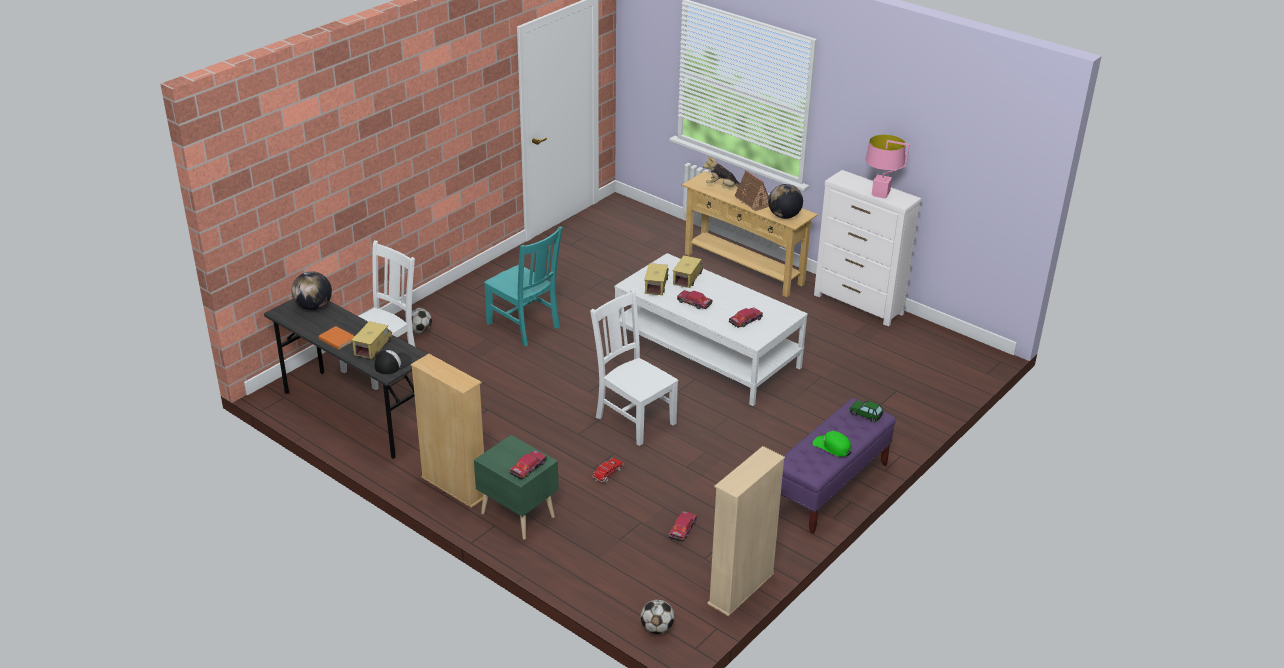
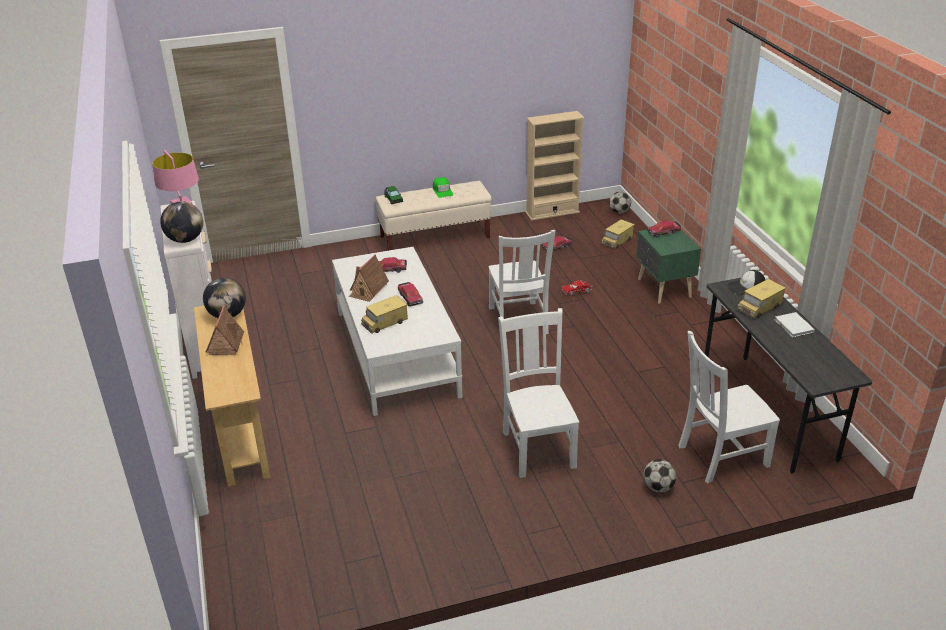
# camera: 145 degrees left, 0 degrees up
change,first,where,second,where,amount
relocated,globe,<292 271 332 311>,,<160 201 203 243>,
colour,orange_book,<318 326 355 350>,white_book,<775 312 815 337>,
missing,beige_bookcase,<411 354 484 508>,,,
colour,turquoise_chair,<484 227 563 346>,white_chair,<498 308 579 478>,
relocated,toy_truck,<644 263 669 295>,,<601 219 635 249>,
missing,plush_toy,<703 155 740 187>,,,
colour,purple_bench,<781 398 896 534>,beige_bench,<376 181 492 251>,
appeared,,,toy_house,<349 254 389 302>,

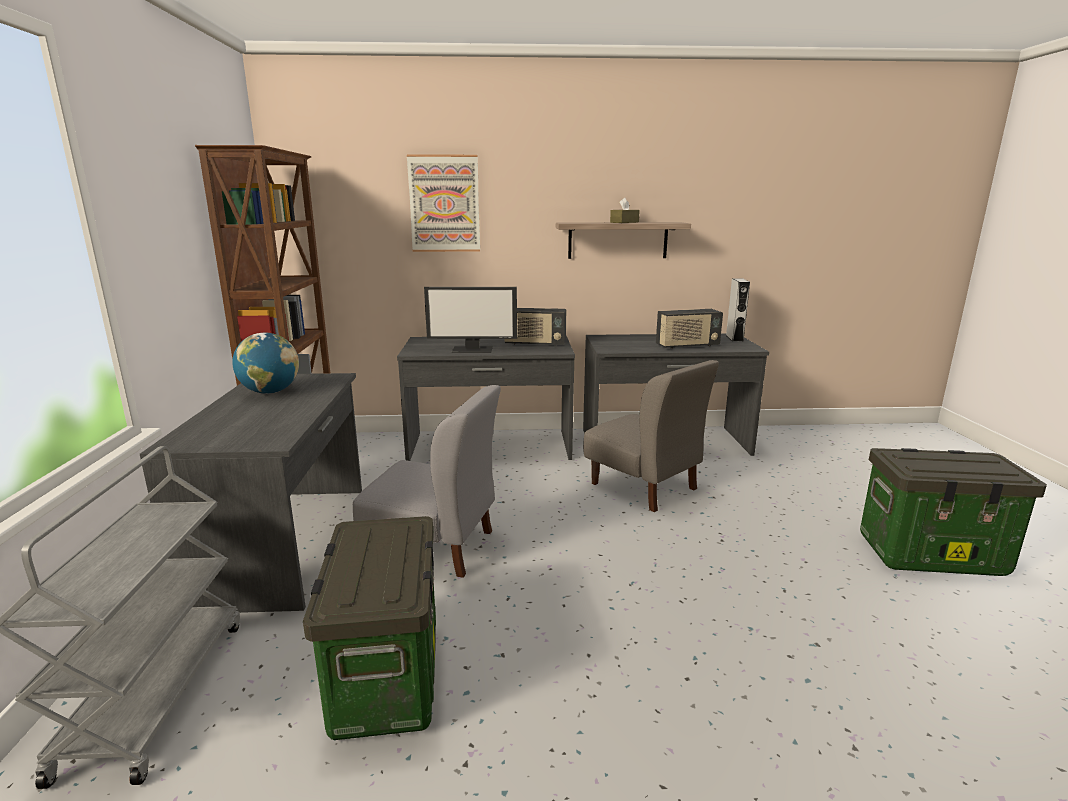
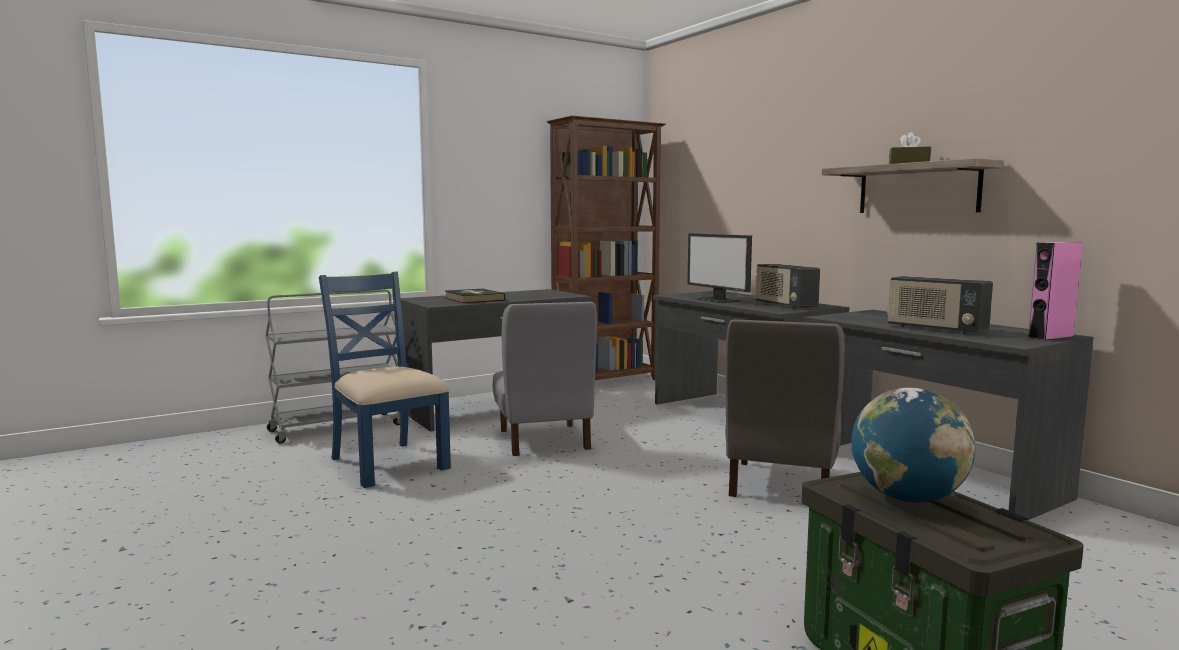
# camera: 60 degrees right, 10 degrees down
change,first,where,second,where,amount
relocated,globe,<232 333 299 394>,,<851 388 975 503>,
exchanged,storage_box,<303 516 436 740>,blue_chair,<319 272 451 488>,
missing,picture,<407 154 480 252>,,,
colour,grey_speaker,<726 278 750 342>,pink_speaker,<1027 242 1082 340>,
appeared,,,book,<445 289 505 303>,

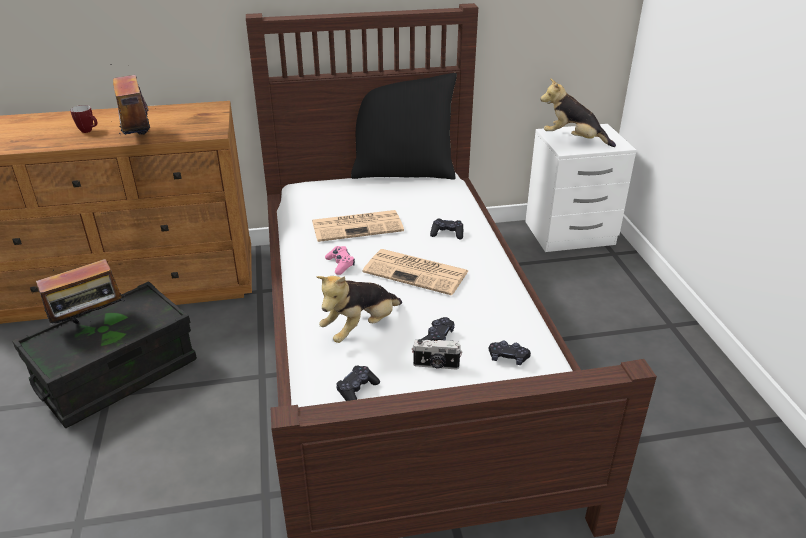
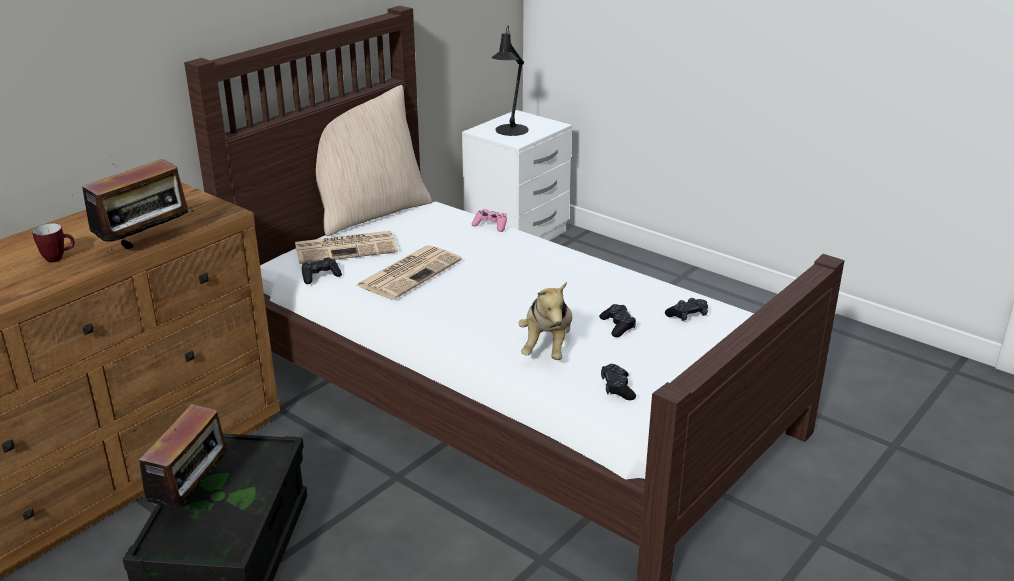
# camera: 40 degrees left, 5 degrees down
change,first,where,second,where,amount
spun,radio,<111 64 157 135>,,<82 159 193 251>,75 degrees counterclockwise
relocated,pink_game_controller,<325 246 355 275>,,<472 209 507 232>,
colour,black_pillow,<351 73 457 179>,beige_pillow,<294 85 432 236>,
relocated,newspaper,<363 249 468 295>,,<295 231 398 264>,
missing,photo_camera,<412 339 462 369>,,,
relocated,black_game_controller,<430 219 463 240>,,<302 257 342 284>,
exchanged,plush_toy,<540 78 616 147>,black_table_lamp,<491 26 529 136>,

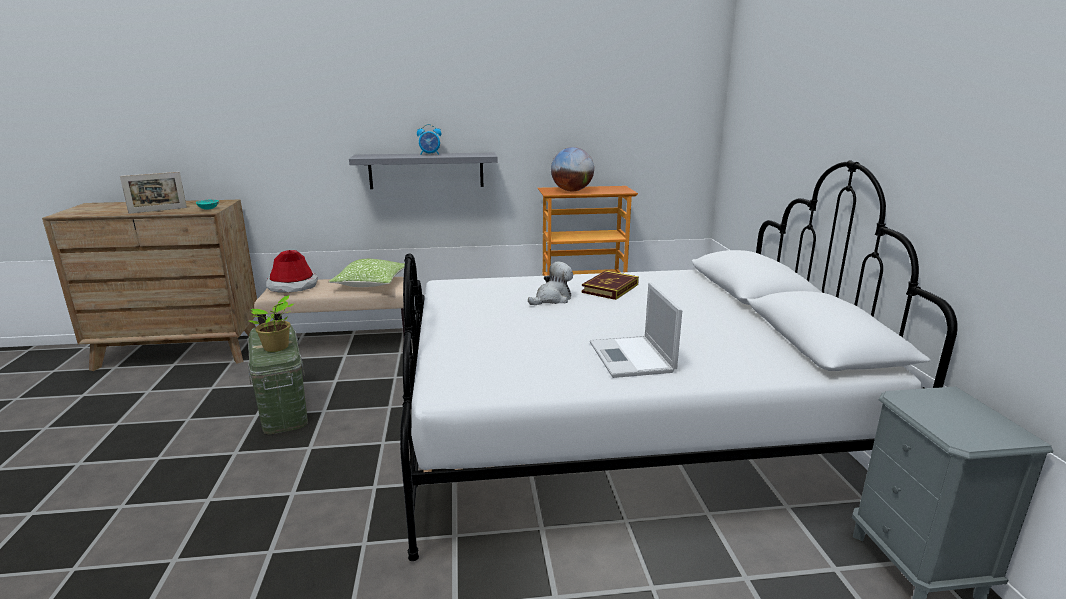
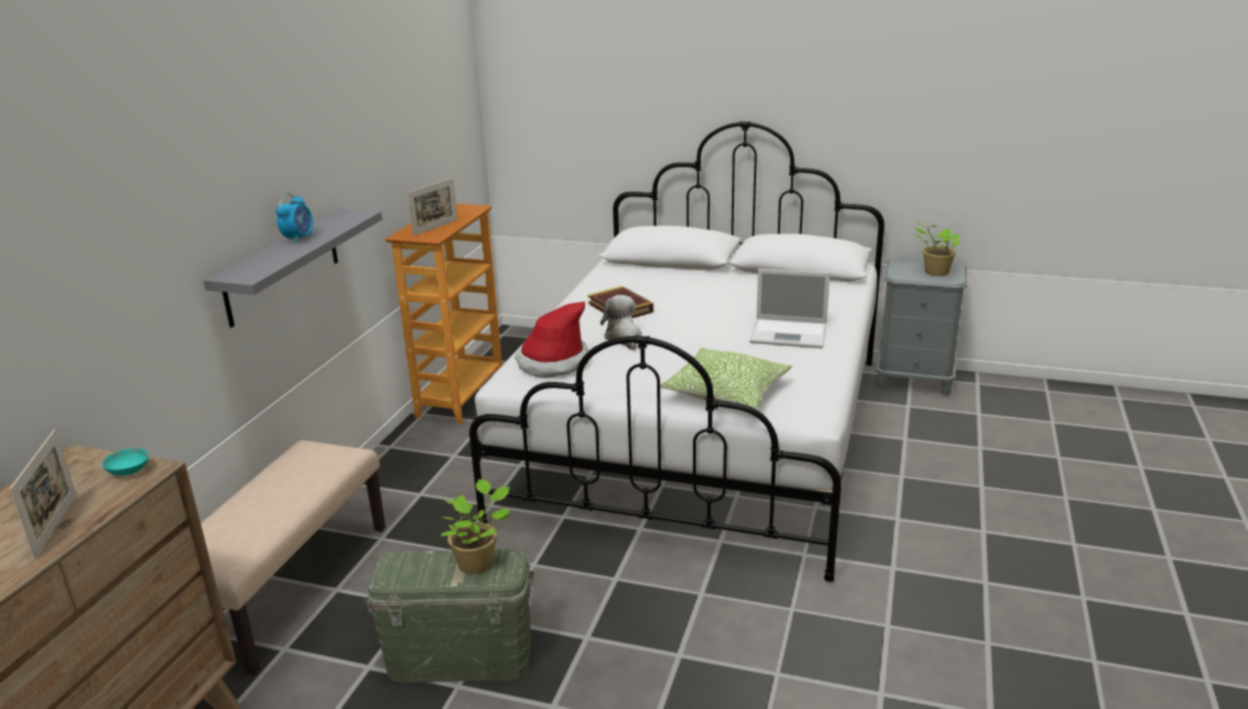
# camera: 65 degrees left, 5 degrees up
change,first,where,second,where,amount
relocated,hat,<266 250 318 292>,,<514 302 589 378>,
relocated,pillow,<329 259 405 287>,,<660 348 792 409>,
exchanged,globe,<551 147 594 191>,picture_frame,<408 178 458 236>,
appeared,,,potted_plant,<914 221 960 276>,

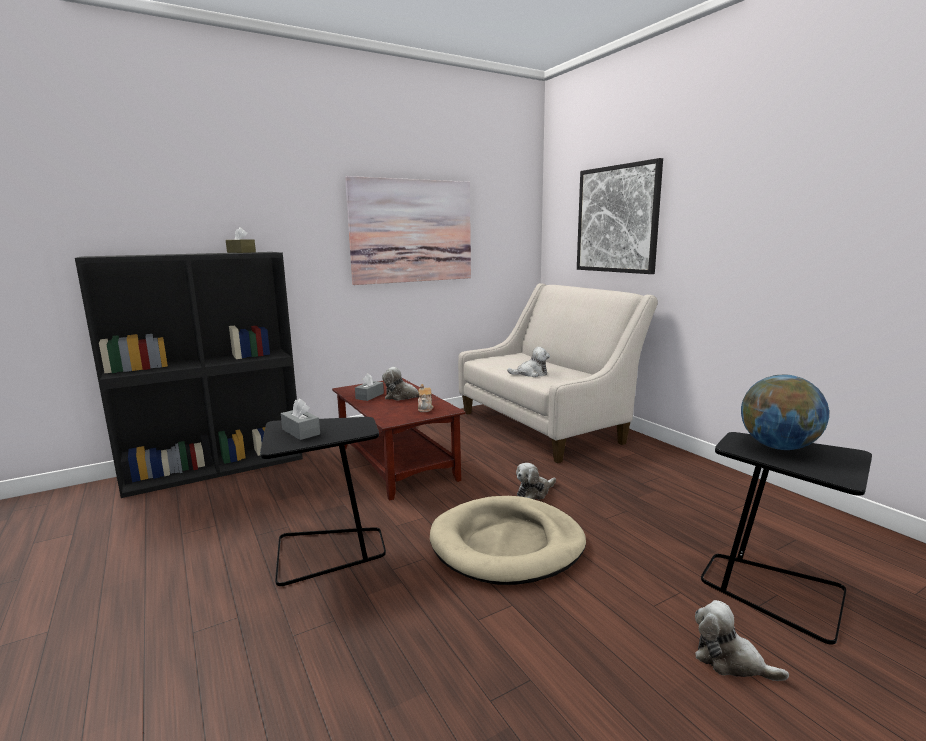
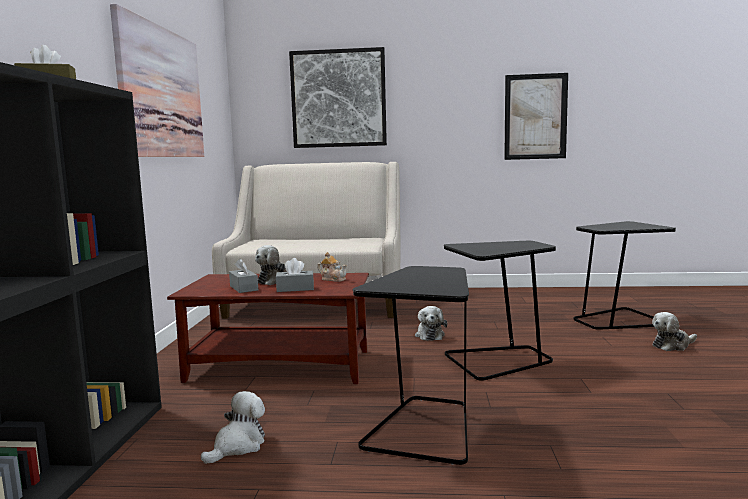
# camera: 55 degrees left, 5 degrees down
change,first,where,second,where,amount
relocated,grey_tissue_box,<281 398 320 440>,,<276 258 314 292>,
exchanged,beige_dog_bed,<430 496 586 585>,black_side_table,<444 241 556 381>,
relocated,plush_toy,<507 347 550 377>,,<201 391 265 464>,
missing,globe,<741 375 829 450>,,,
appeared,,,picture,<504 73 568 160>,

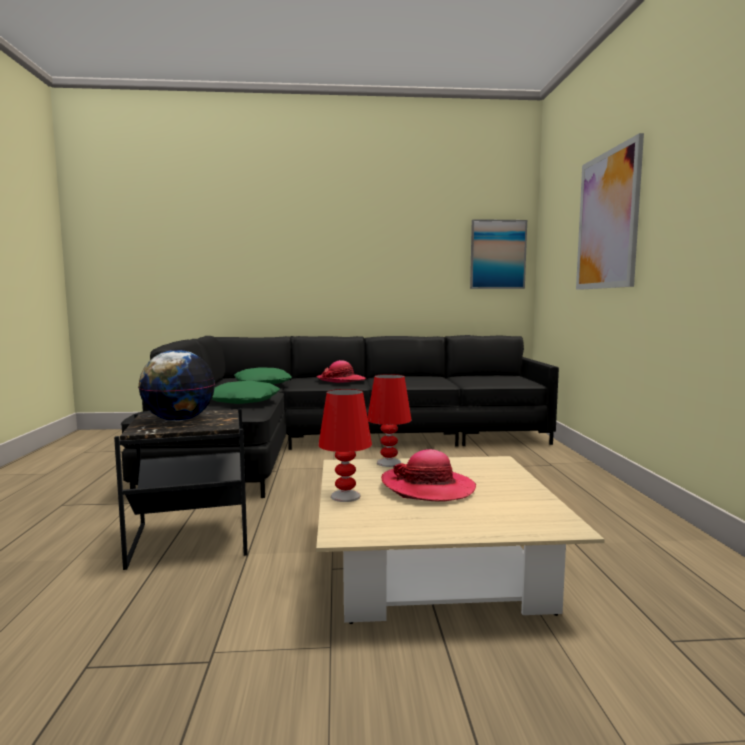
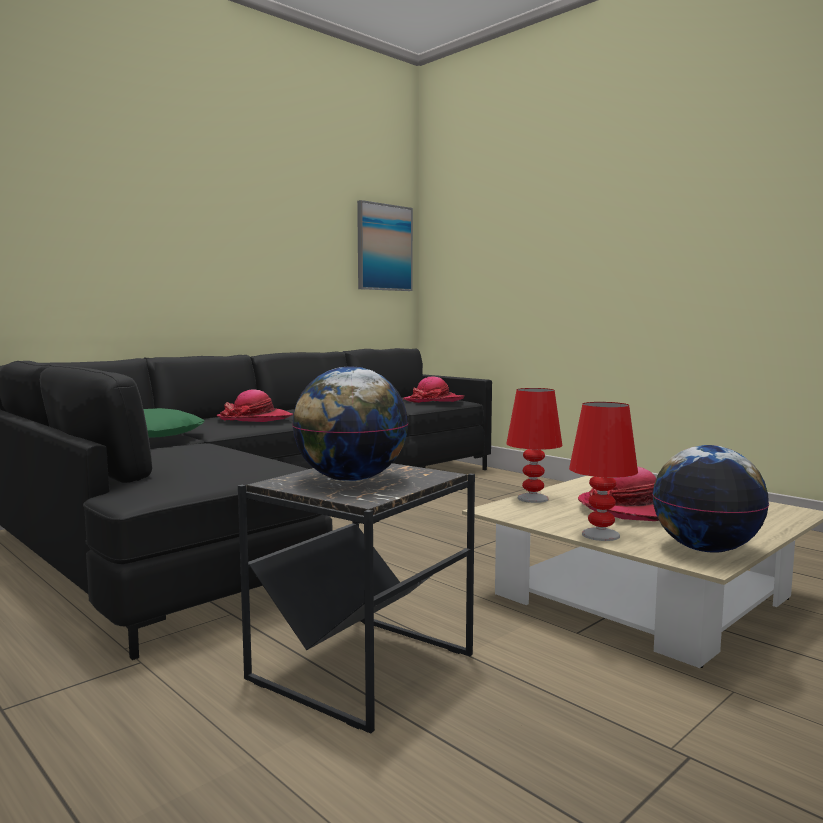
# camera: 40 degrees left, 0 degrees up
change,first,where,second,where,amount
missing,green_pillow,<212 381 280 404>,,,
missing,picture,<576 133 644 290>,,,
appeared,,,hat,<403 377 465 403>,
appeared,,,globe,<652 445 769 553>,

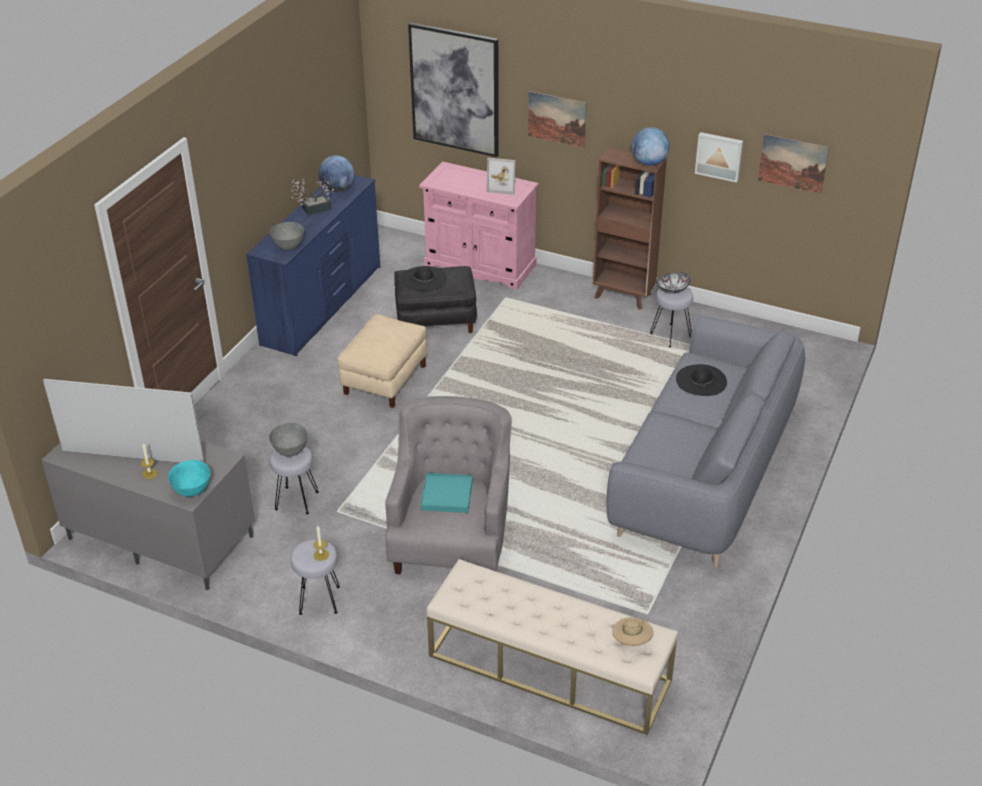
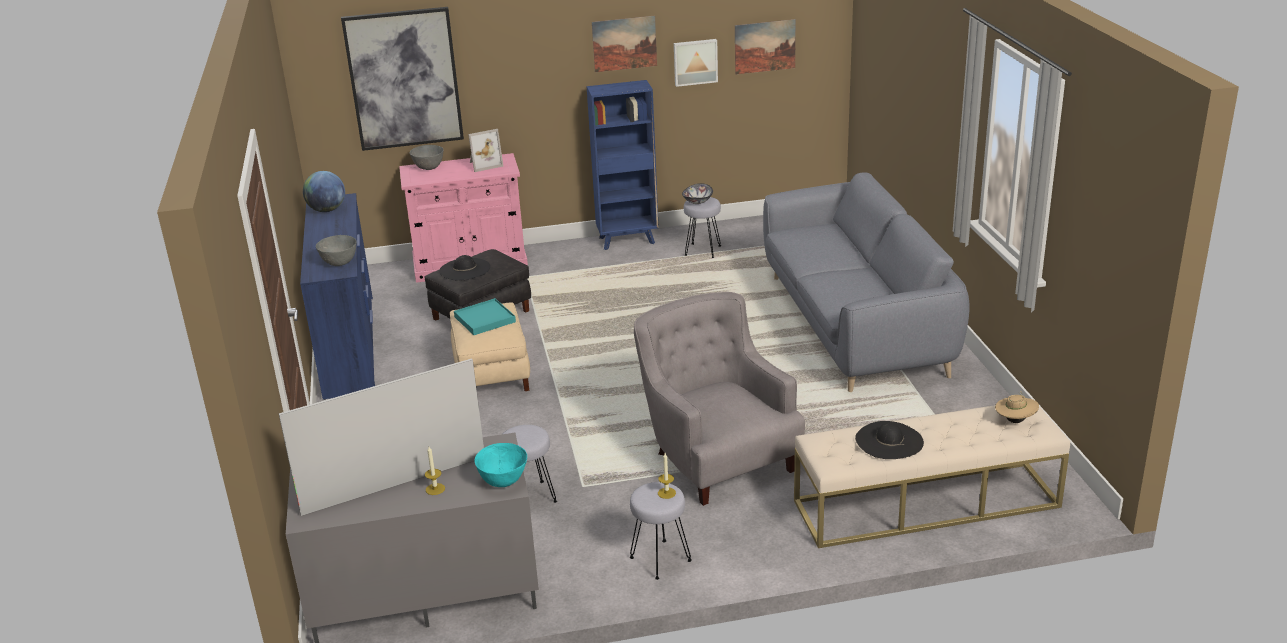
# camera: 35 degrees left, 10 degrees down
change,first,where,second,where,amount
relocated,grey_bowl,<269 423 308 457>,,<409 145 444 170>,
missing,potted_plant,<291 178 334 215>,,,
relocated,turquoise_tray,<420 473 473 513>,,<454 298 516 335>,
relocated,picture,<528 91 587 148>,,<592 16 657 72>,
colour,brown_bookcase,<593 146 667 310>,blue_bookcase,<587 80 659 250>,
missing,globe,<632 127 670 166>,,,
relocated,black_hat,<676 364 727 396>,,<855 421 924 459>,

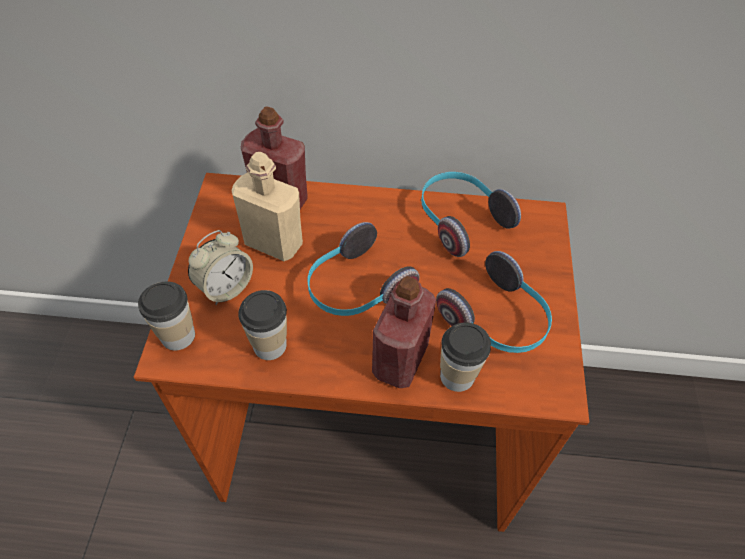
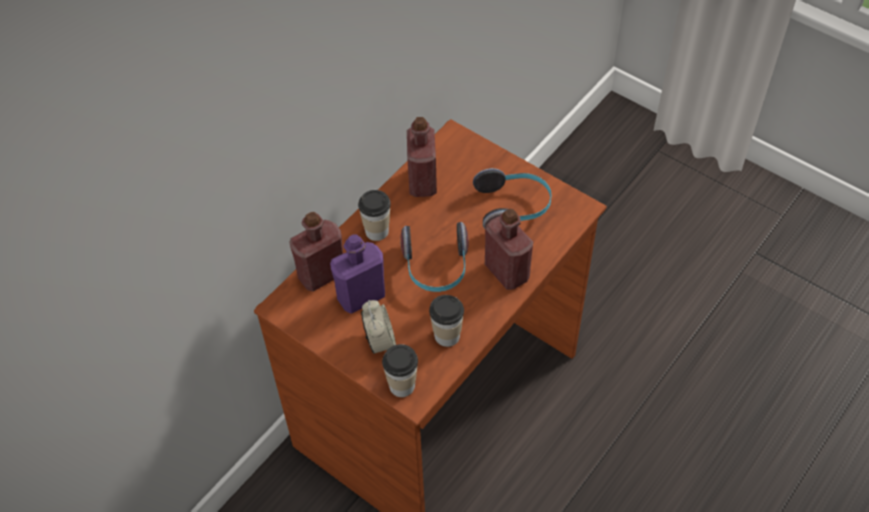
# camera: 55 degrees left, 0 degrees up
change,first,where,second,where,amount
colour,beige_bottle,<232 152 303 261>,purple_bottle,<330 235 385 314>,
exchanged,headphones,<421 172 521 257>,red_bottle,<407 117 437 197>,
relocated,cup,<440 322 491 392>,,<358 190 391 241>,

